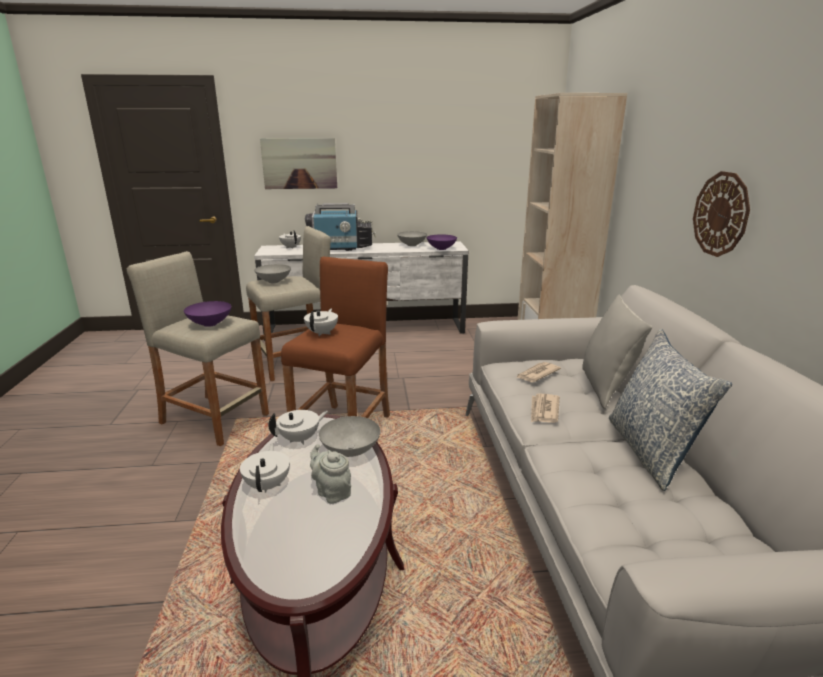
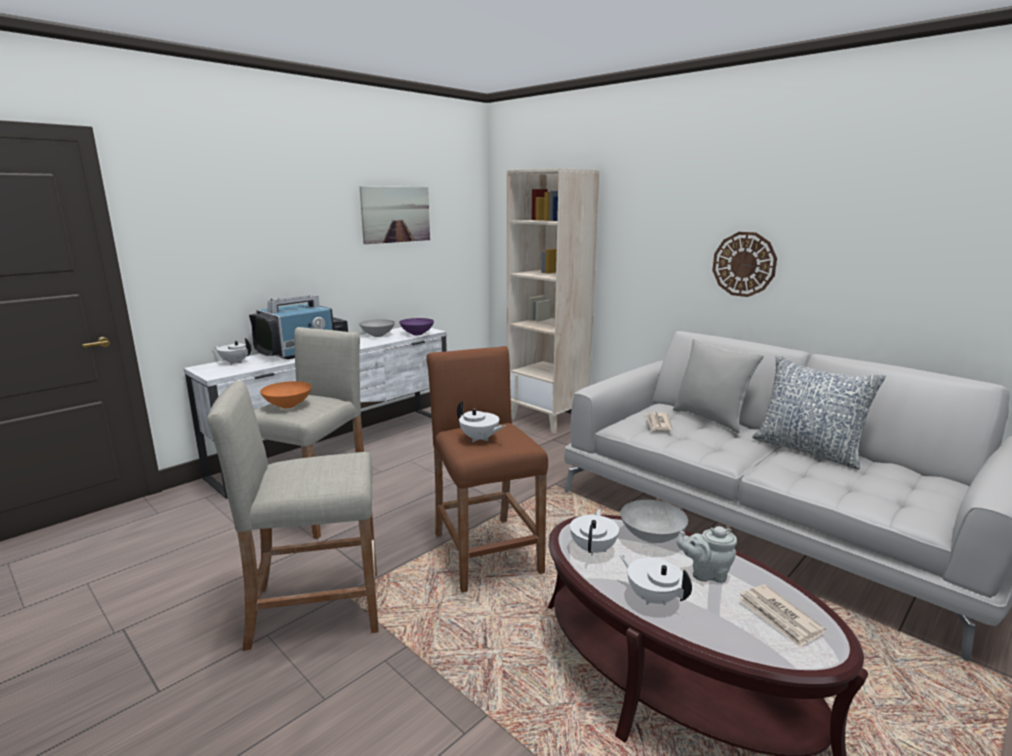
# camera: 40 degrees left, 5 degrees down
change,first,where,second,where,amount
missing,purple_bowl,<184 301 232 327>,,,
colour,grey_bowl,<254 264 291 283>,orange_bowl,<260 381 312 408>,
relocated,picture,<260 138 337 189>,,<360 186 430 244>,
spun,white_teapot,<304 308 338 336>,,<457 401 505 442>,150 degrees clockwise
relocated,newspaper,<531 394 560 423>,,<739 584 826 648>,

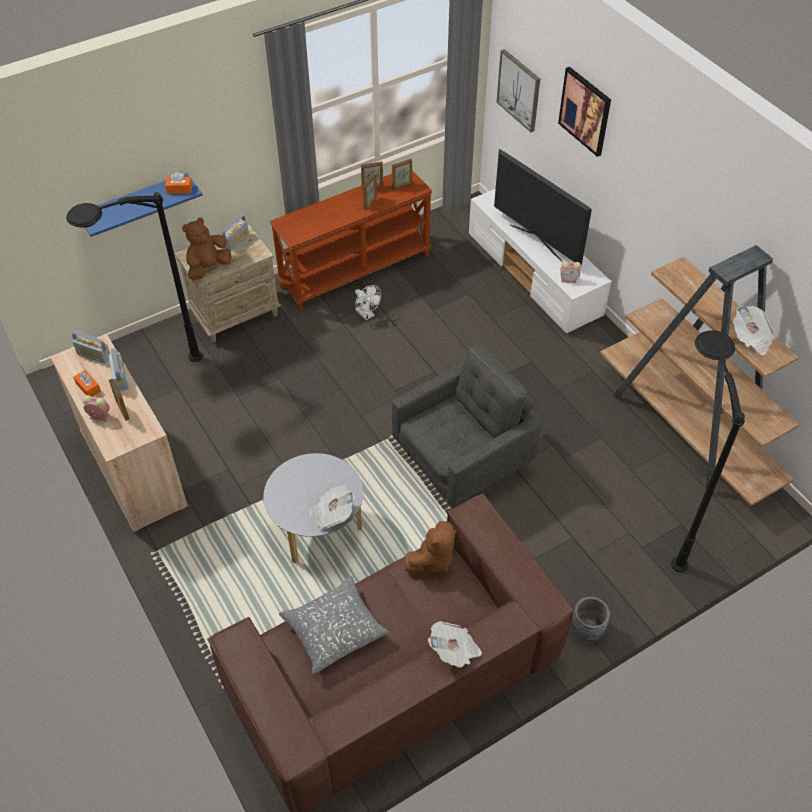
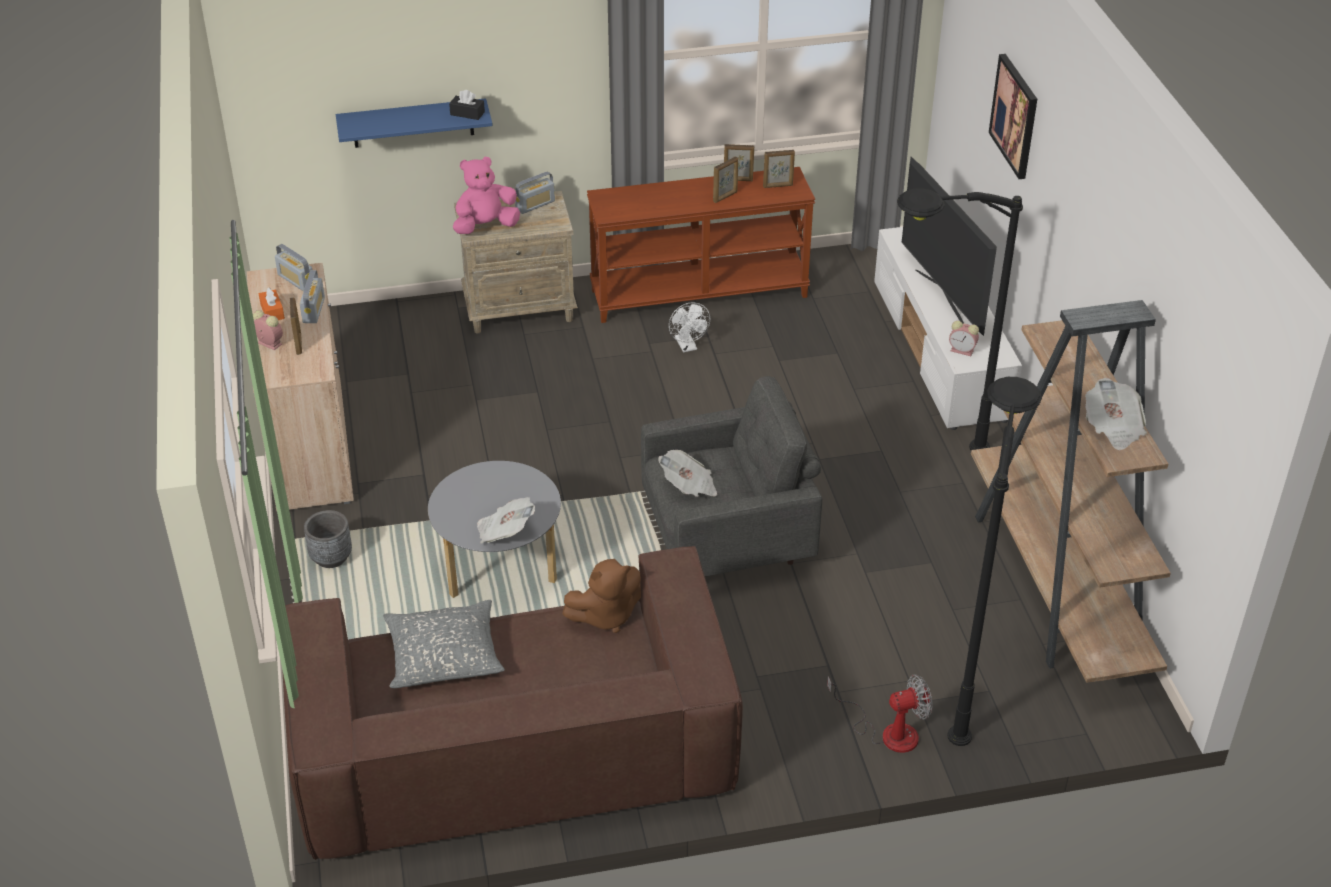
# camera: 20 degrees right, 10 degrees down
change,first,where,second,where,amount
relocated,black_floor_lamp,<66 192 203 362>,,<897 188 1023 450>,
colour,orange_tissue_box,<165 172 192 194>,black_tissue_box,<449 90 485 120>,
colour,brown_plush_toy,<182 218 231 280>,pink_plush_toy,<453 157 520 234>,
relocated,newspaper,<428 621 482 668>,,<658 450 718 497>,
missing,picture,<497 49 540 132>,,,
relocated,grey_planter,<571 597 610 641>,,<304 510 352 568>,
appeared,,,fan,<827 674 933 753>,

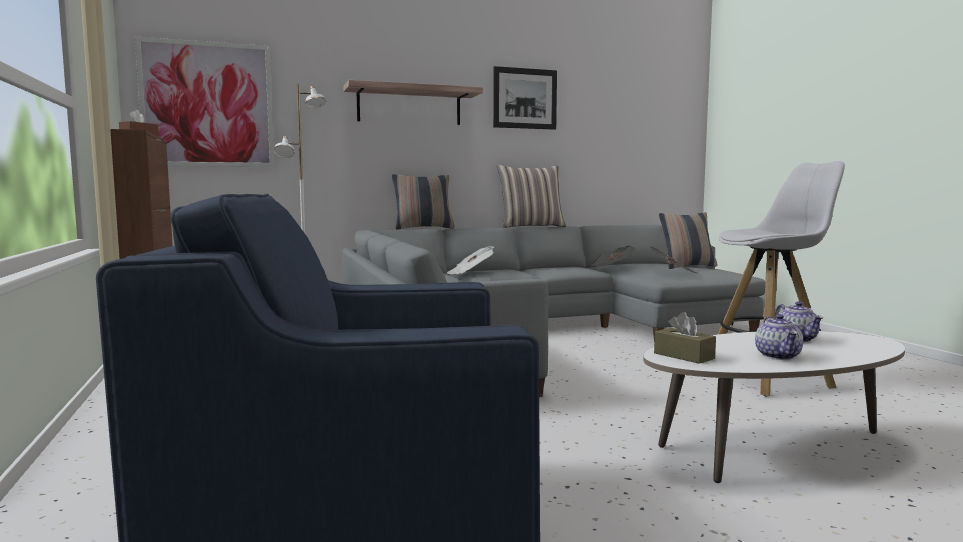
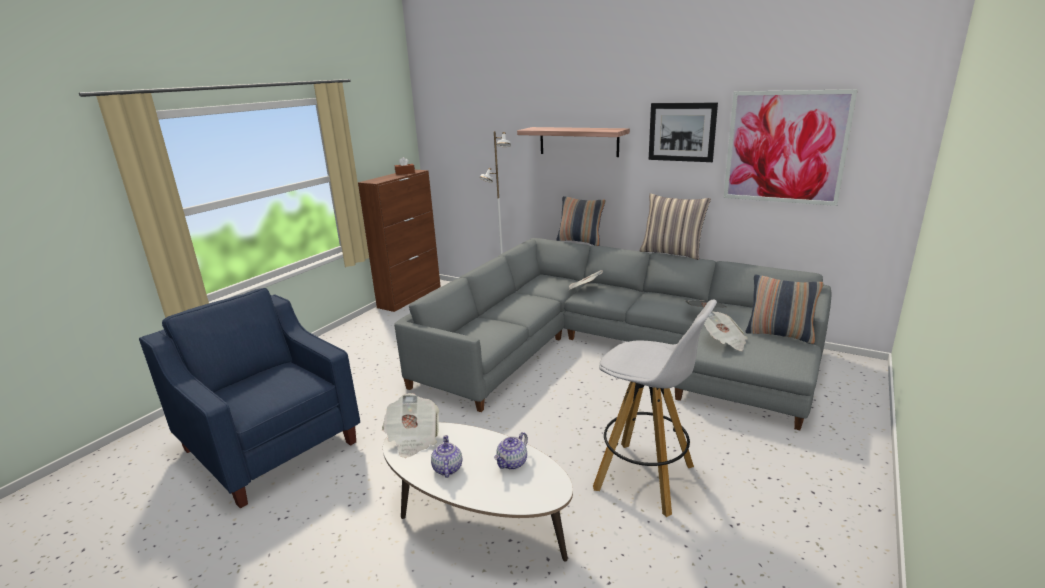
# camera: 50 degrees right, 15 degrees up
change,first,where,second,where,amount
relocated,picture,<135 37 274 167>,,<723 89 858 206>,
exchanged,brown_tissue_box,<654 312 716 364>,newspaper,<382 393 439 458>,
spun,teapot,<755 314 803 360>,,<431 435 462 478>,120 degrees clockwise

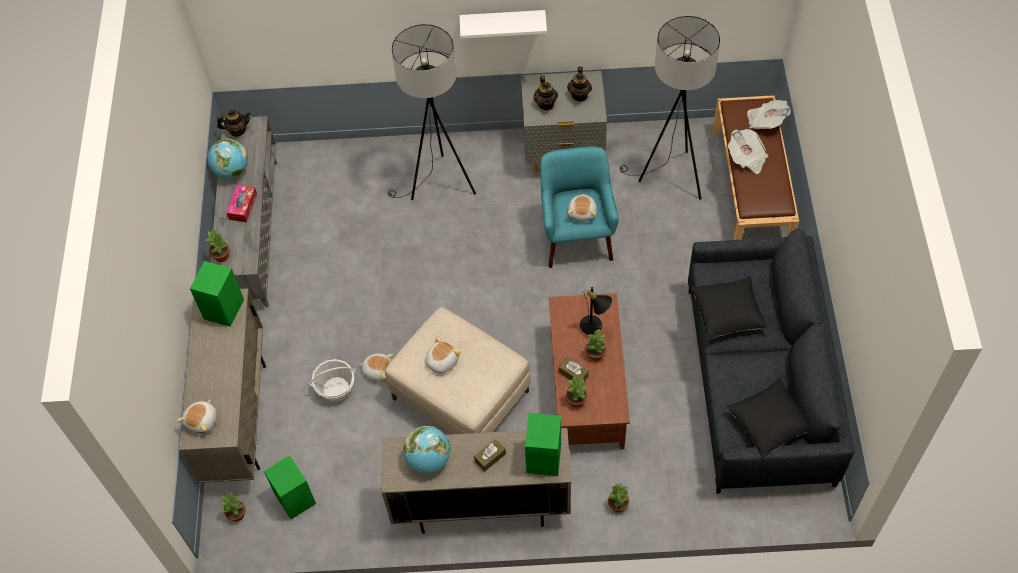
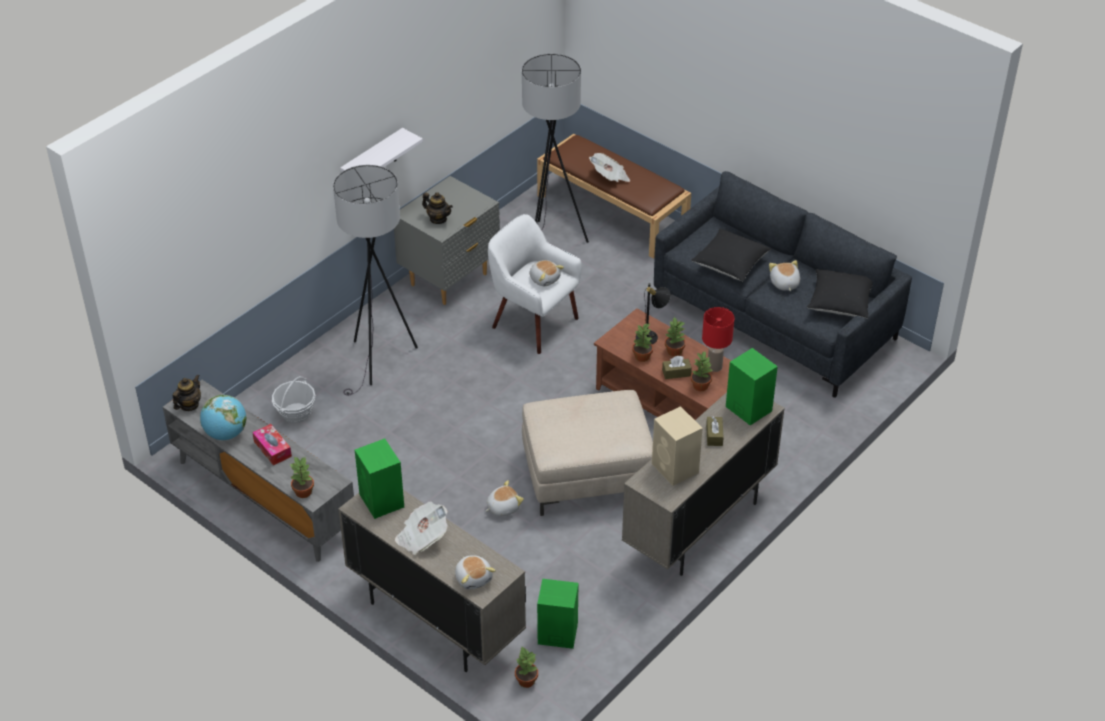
# camera: 50 degrees left, 15 degrees down
change,first,where,second,where,amount
relocated,basket,<308 359 357 401>,,<272 376 315 423>,
exchanged,globe,<403 426 451 474>,beige_speaker,<652 406 703 486>,
relocated,plush_toy,<425 336 461 374>,,<769 260 800 291>,
colour,turquoise_armchair,<541 146 619 268>,white_armchair,<488 214 582 354>,
missing,teapot,<567 66 592 101>,,,
relocated,potted_plant,<607 484 629 512>,,<632 324 653 362>,
relocated,newspaper,<747 100 791 129>,,<395 502 448 555>,
appeared,,,red_table_lamp,<702 307 734 372>,

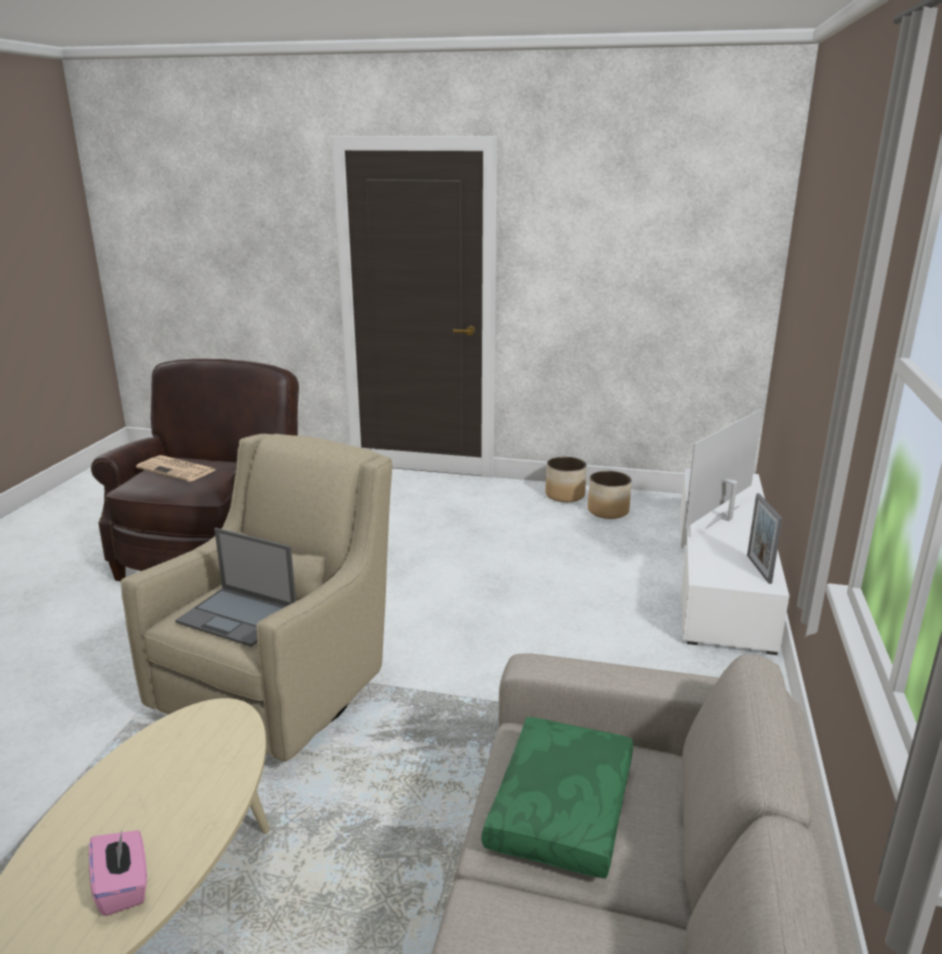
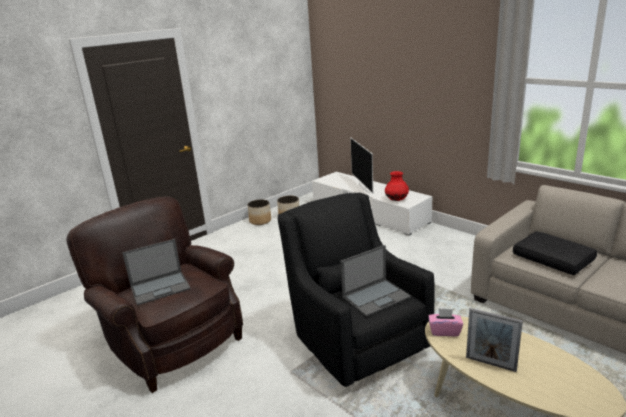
# camera: 55 degrees left, 0 degrees up
change,first,where,second,where,amount
relocated,pink_tissue_box,<89 830 147 916>,,<428 308 463 336>,
colour,beige_armchair,<121 434 392 762>,black_armchair,<278 193 435 387>,
exchanged,newspaper,<136 455 216 482>,laptop,<122 239 191 305>,
colour,green_pillow,<482 717 633 879>,black_pillow,<513 231 597 275>,
relocated,picture_frame,<747 493 783 584>,,<466 308 523 372>,
appeared,,,red_vase,<385 171 409 201>,

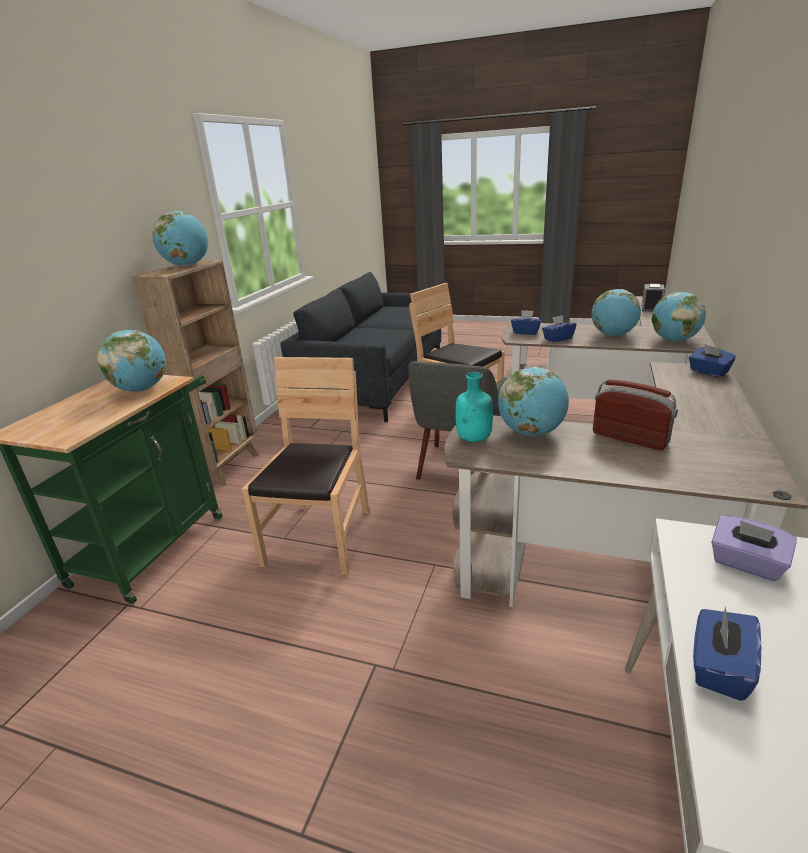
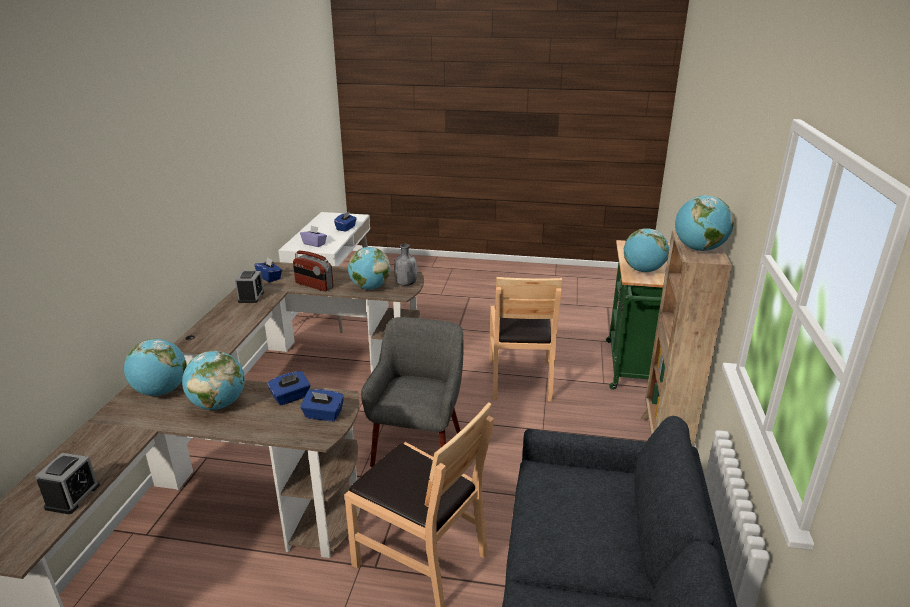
# camera: 170 degrees right, 0 degrees up
change,first,where,second,where,amount
colour,turquoise_bottle,<455 372 493 442>,grey_bottle,<394 244 417 286>,
relocated,blue_tissue_box,<689 344 736 377>,,<255 257 282 282>,
appeared,,,alarm_clock,<235 271 264 303>,

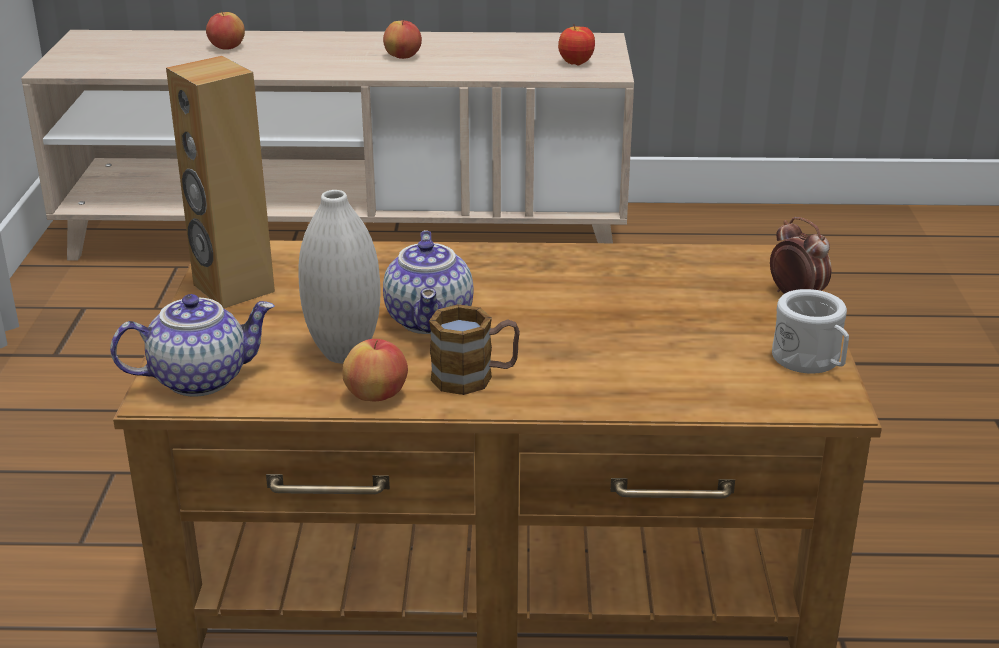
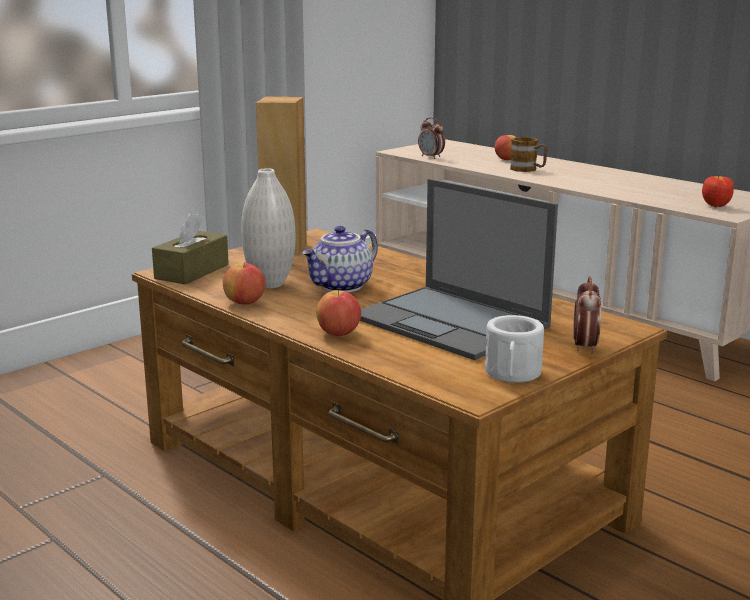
# camera: 45 degrees right, 10 degrees down
change,first,where,second,where,amount
exchanged,teapot,<110 294 275 397>,brown_tissue_box,<152 211 229 284>,
relocated,apple,<383 20 422 59>,,<316 290 361 336>,
relocated,mug,<429 304 520 395>,,<510 137 548 172>,
appeared,,,laptop,<360 179 558 360>,
appeared,,,alarm_clock,<418 117 445 159>,

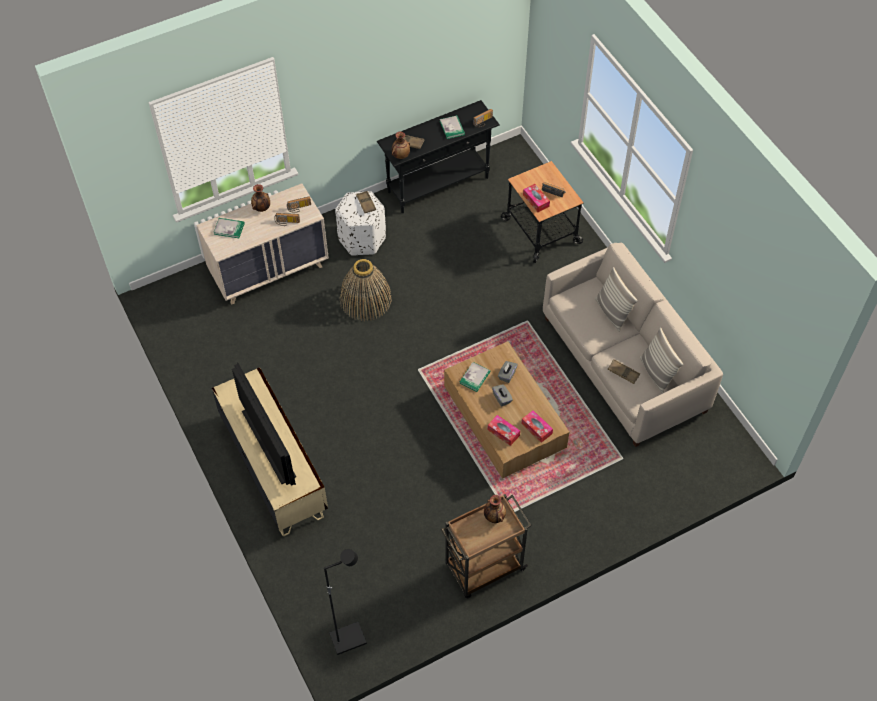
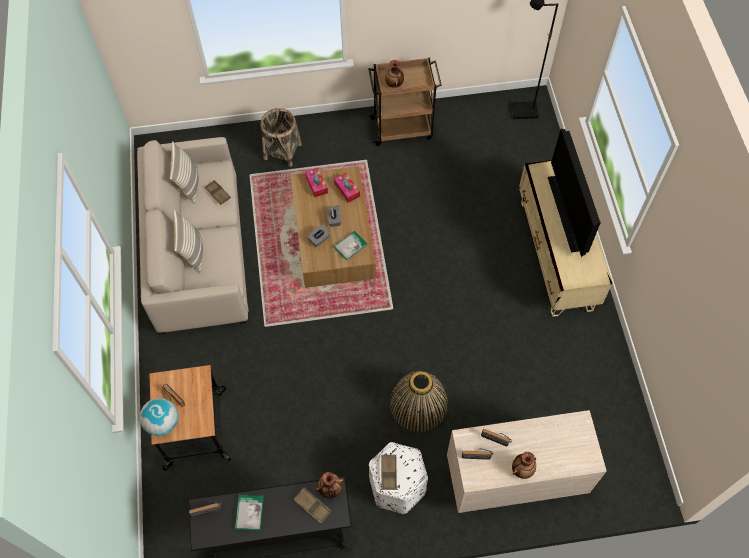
# camera: 160 degrees left, 5 degrees up
change,first,where,second,where,amount
missing,book,<213 218 245 238>,,,
missing,tissue_box,<523 184 550 212>,,,
appeared,,,globe,<139 398 178 436>,
appeared,,,basket,<261 108 302 167>,

